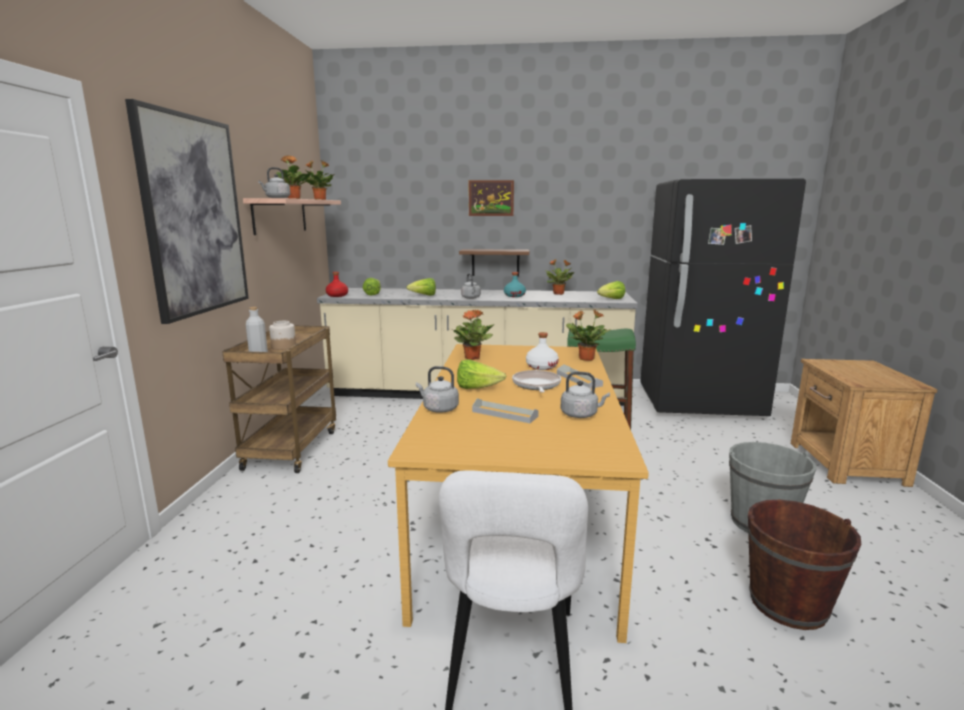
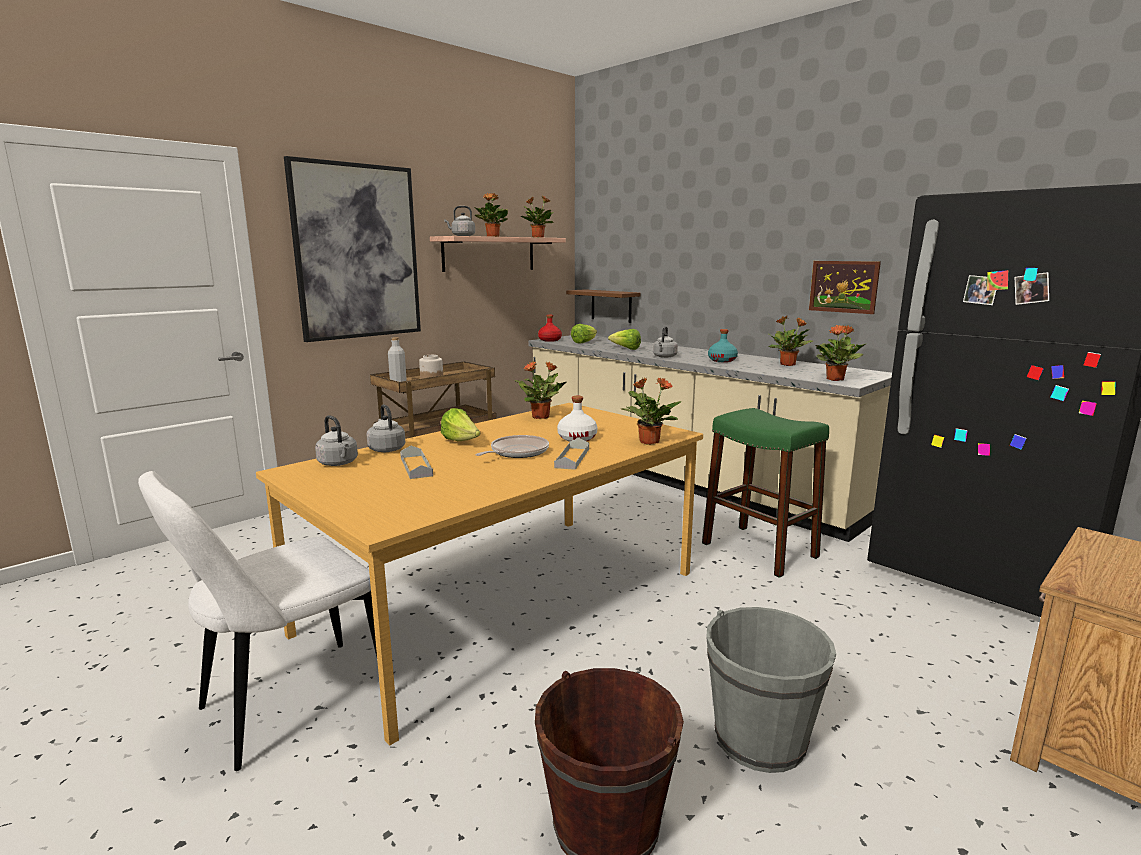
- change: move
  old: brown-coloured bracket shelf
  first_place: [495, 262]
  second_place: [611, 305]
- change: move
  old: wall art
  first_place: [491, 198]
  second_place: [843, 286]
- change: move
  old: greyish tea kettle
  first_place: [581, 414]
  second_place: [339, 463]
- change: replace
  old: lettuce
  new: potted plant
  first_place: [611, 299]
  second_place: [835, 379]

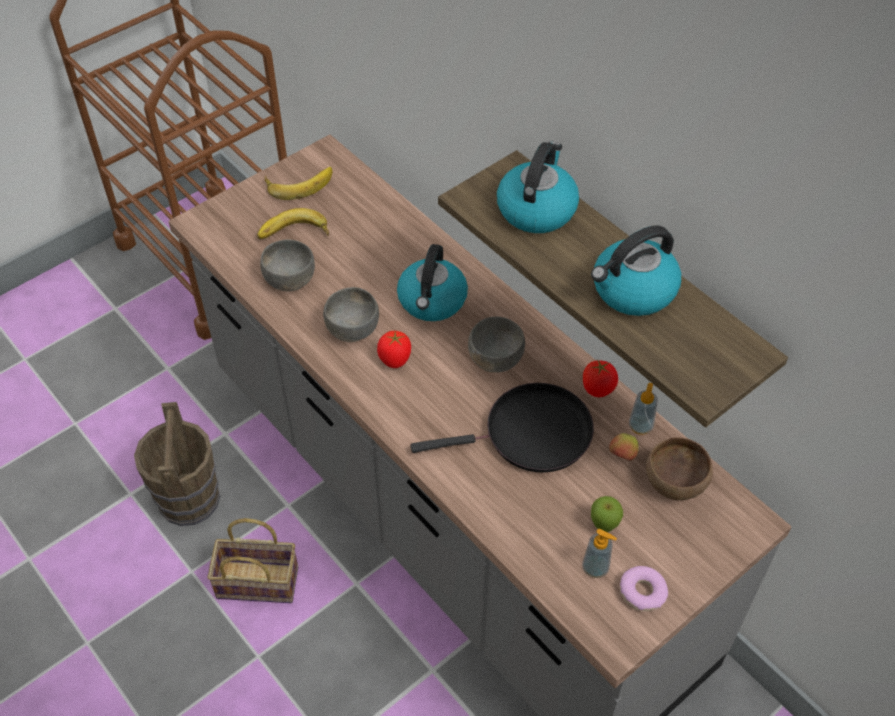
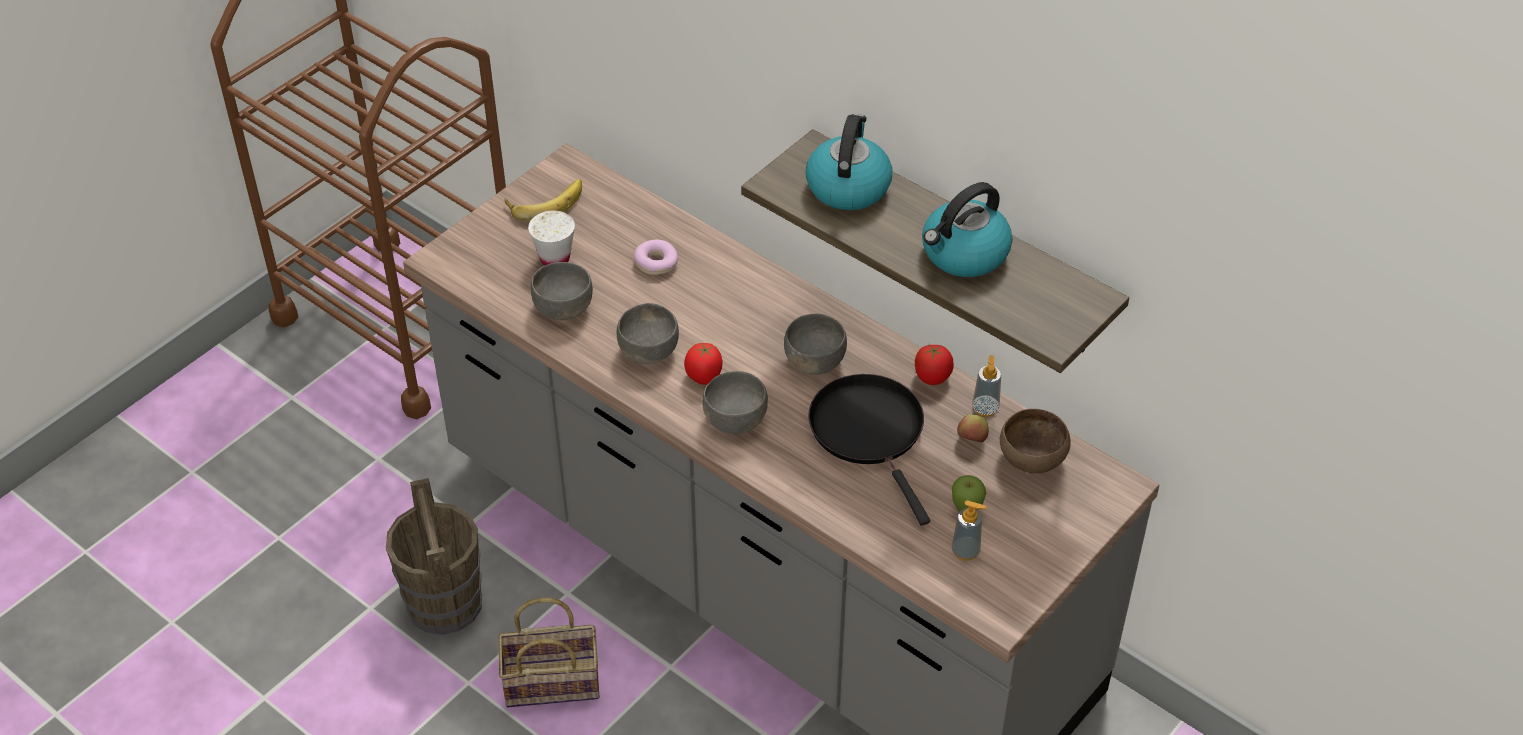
- change: replace
  old: whole banana
  new: white-coloured cup
  first_place: [294, 234]
  second_place: [555, 258]
- change: delete
  old: tea kettle
  first_place: [432, 301]
- change: rotate
  old: black-coloured skillet
  first_place: [531, 434]
  second_place: [870, 432]
  degrees: -90
- change: move
  old: donut
  first_place: [642, 592]
  second_place: [656, 263]
- change: insert
  new: greyish deep dish
  second_place: [734, 419]

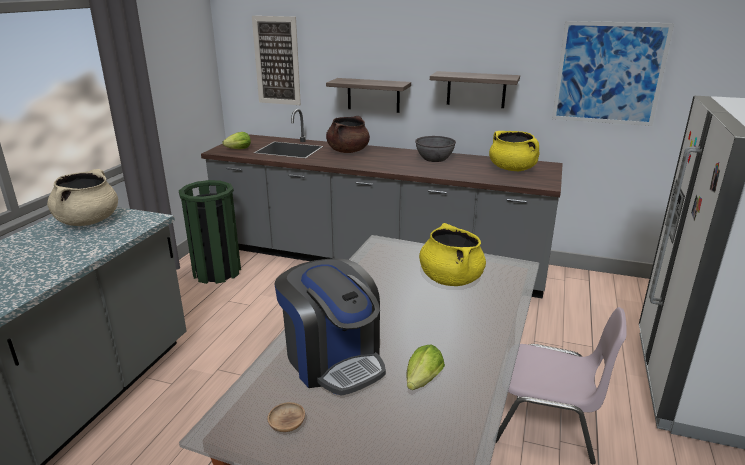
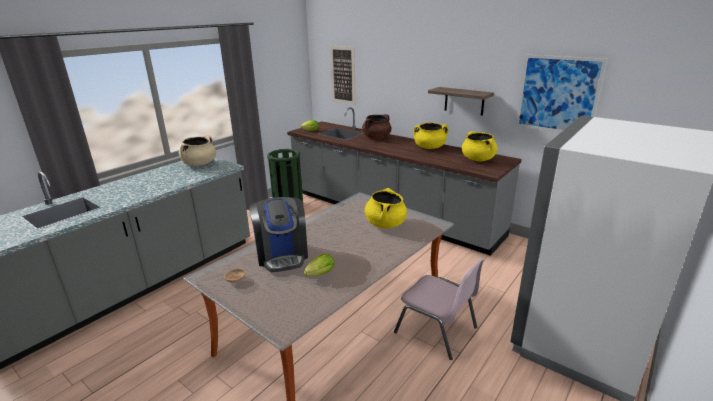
- change: delete
  old: bracket shelf
  first_place: [373, 95]
- change: replace
  old: greyish deep dish
  new: yellow saucepot
  first_place: [434, 158]
  second_place: [429, 147]

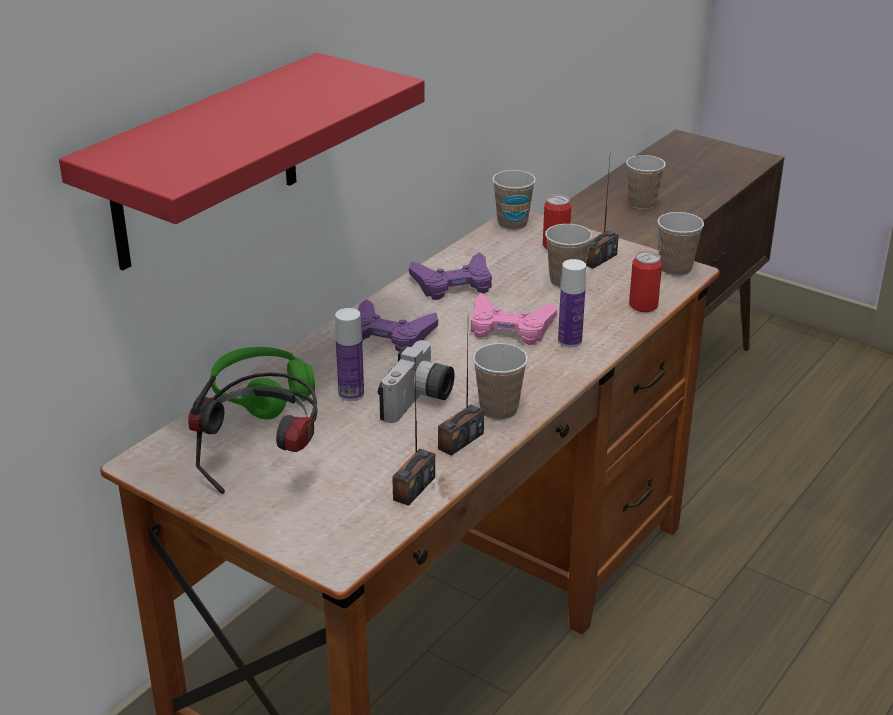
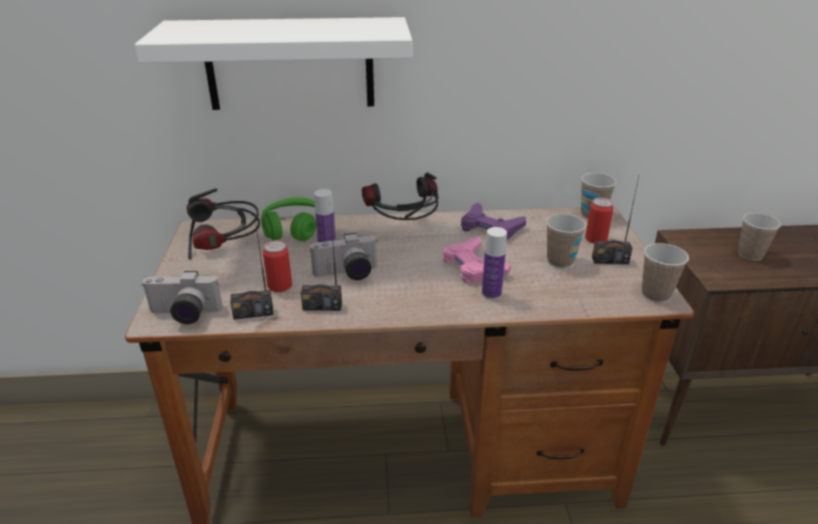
- change: recolor
  old: red-coloured bracket shelf
  new: white-coloured bracket shelf
  first_place: [205, 162]
  second_place: [290, 64]
- change: replace
  old: purple gamepad
  new: pair of headphones
  first_place: [389, 335]
  second_place: [404, 234]
- change: delete
  old: cup
  first_place: [499, 410]
- change: move
  old: metal can
  first_place: [643, 305]
  second_place: [280, 286]
- change: insert
  new: still camera
  second_place: [184, 315]

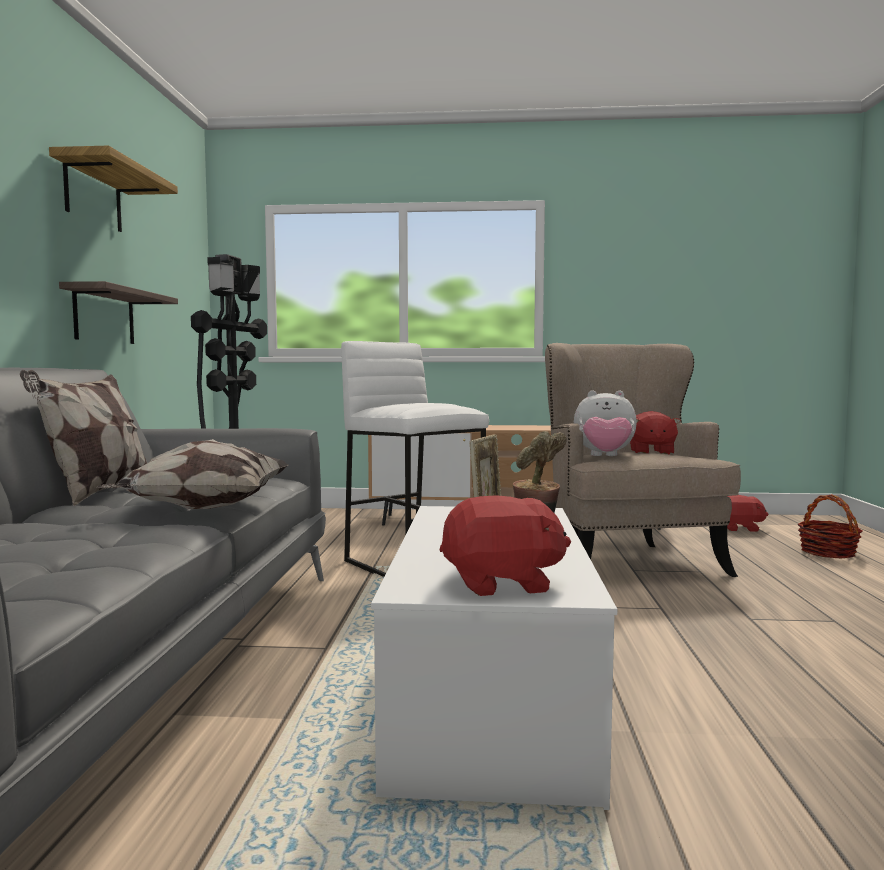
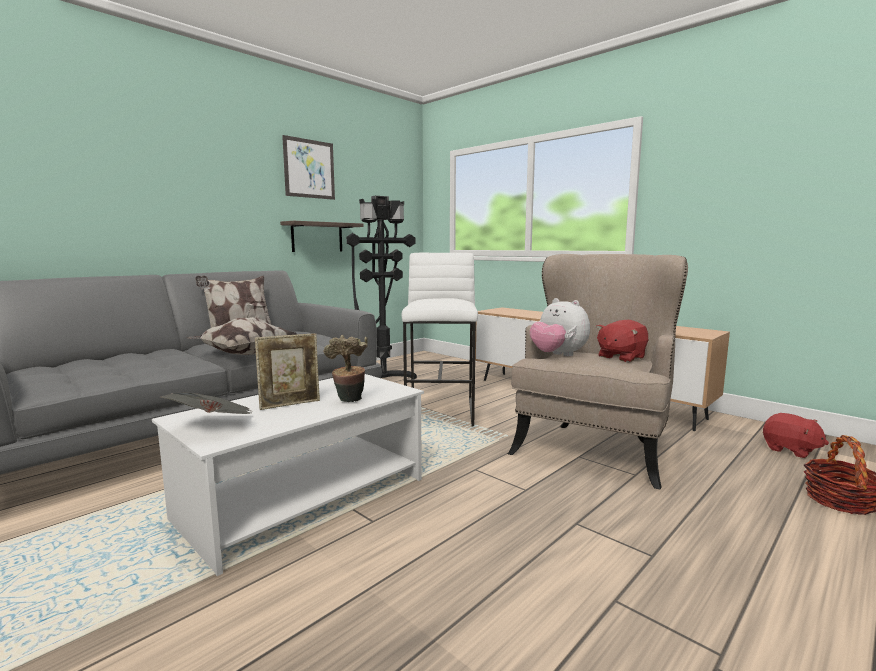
- change: replace
  old: bracket shelf
  new: wall art
  first_place: [93, 195]
  second_place: [309, 169]
- change: replace
  old: red-coloured soft toy
  new: daily paper
  first_place: [502, 584]
  second_place: [214, 426]

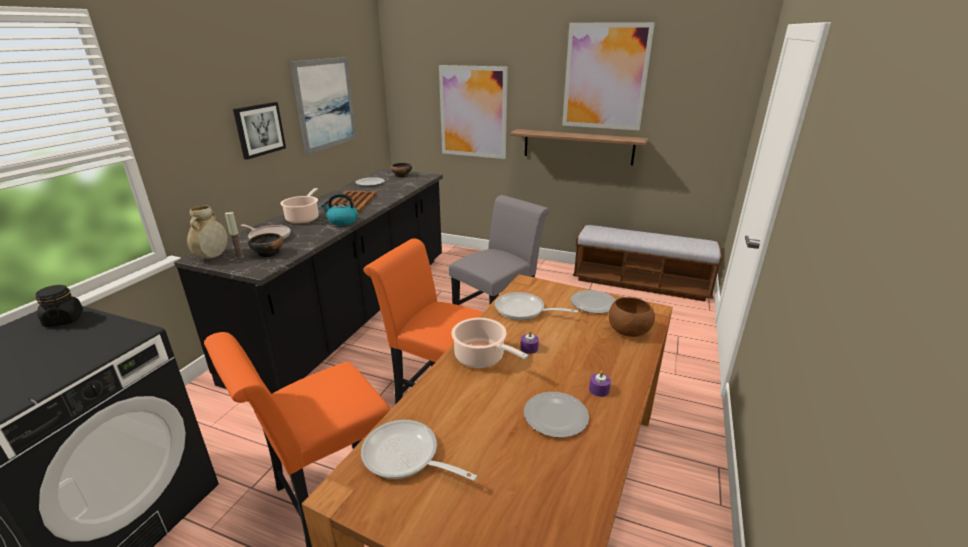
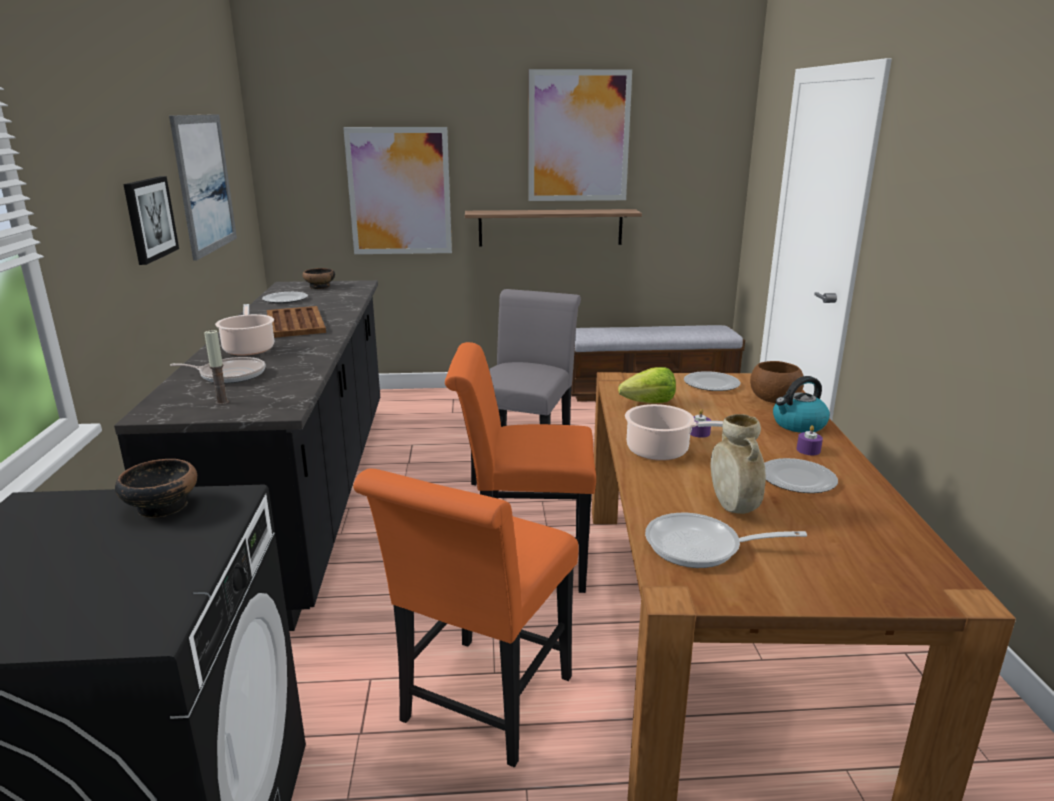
- change: delete
  old: black-coloured jar
  first_place: [64, 319]
- change: move
  old: beige-coloured vase
  first_place: [212, 256]
  second_place: [733, 508]
- change: move
  old: deep dish
  first_place: [268, 253]
  second_place: [161, 506]
- change: move
  old: tea kettle
  first_place: [342, 221]
  second_place: [798, 425]
- change: replace
  old: skillet
  new: lettuce
  first_place: [524, 311]
  second_place: [649, 403]

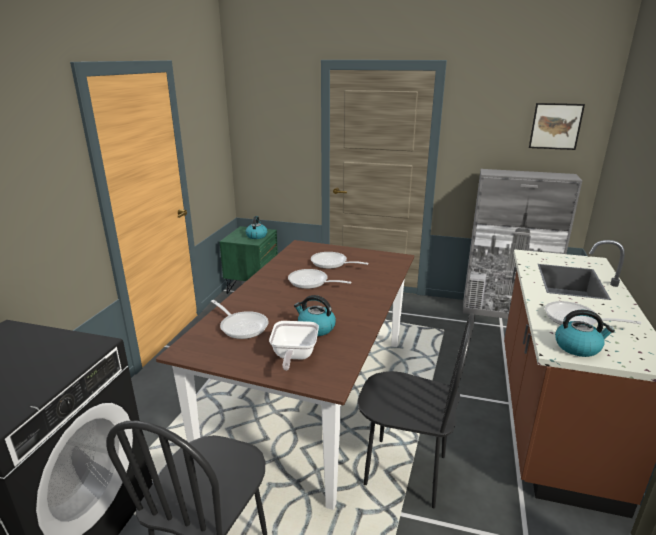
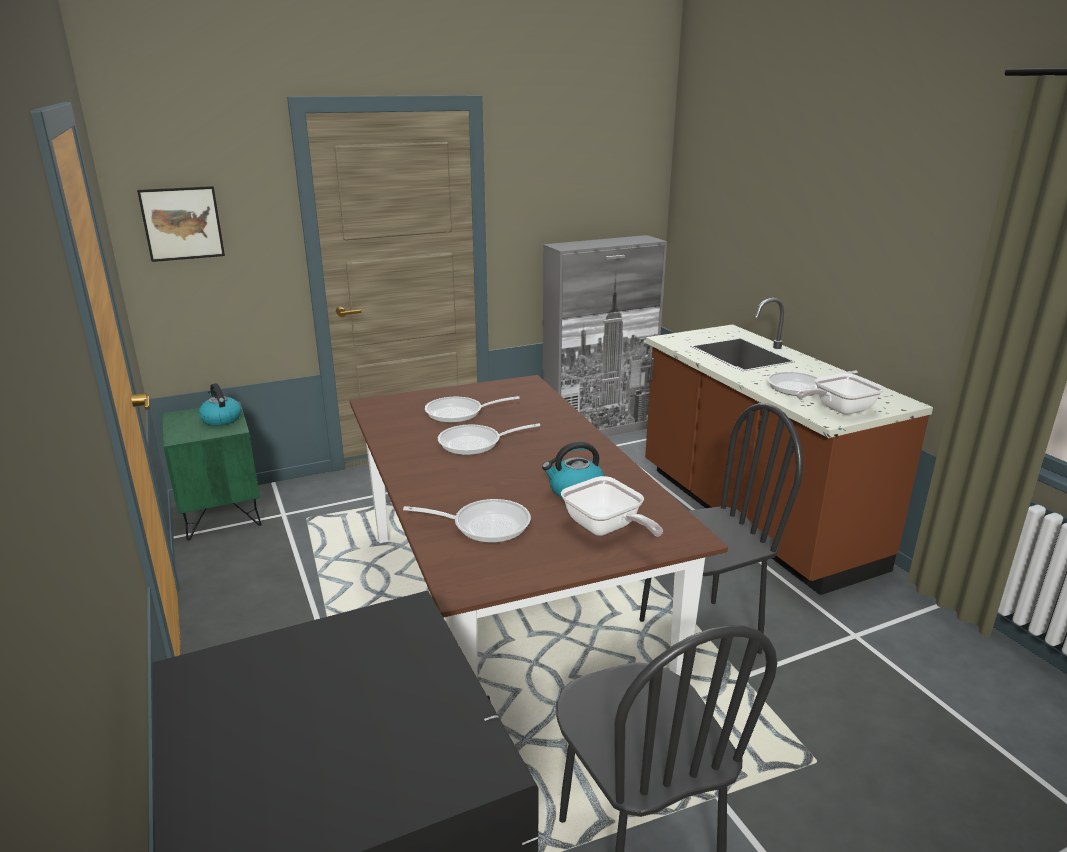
- change: move
  old: wall art
  first_place: [555, 126]
  second_place: [182, 223]
- change: replace
  old: tea kettle
  new: skillet
  first_place: [578, 347]
  second_place: [838, 410]

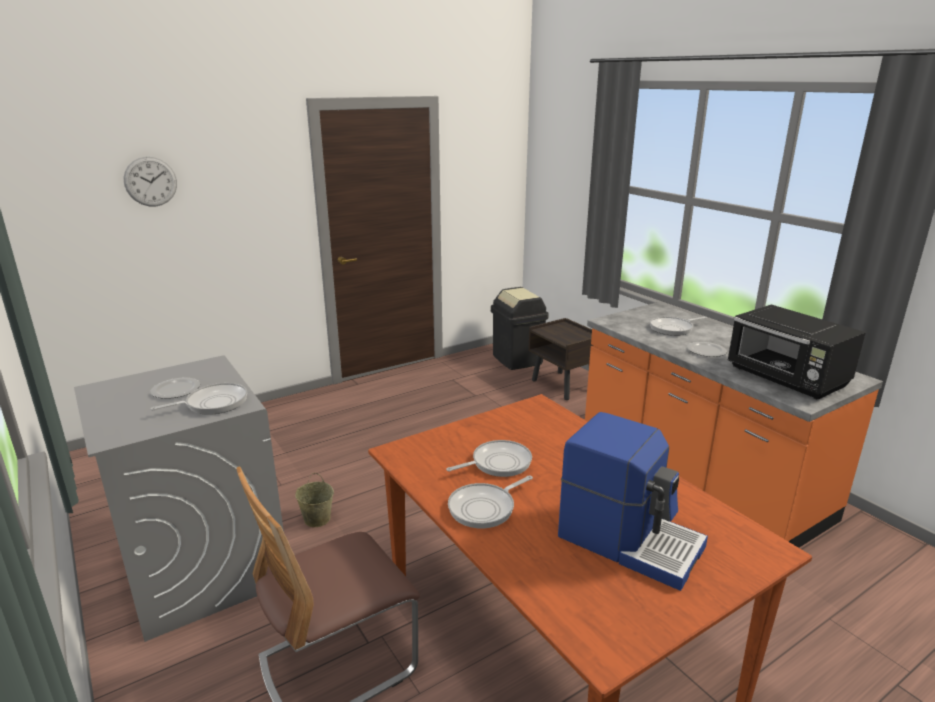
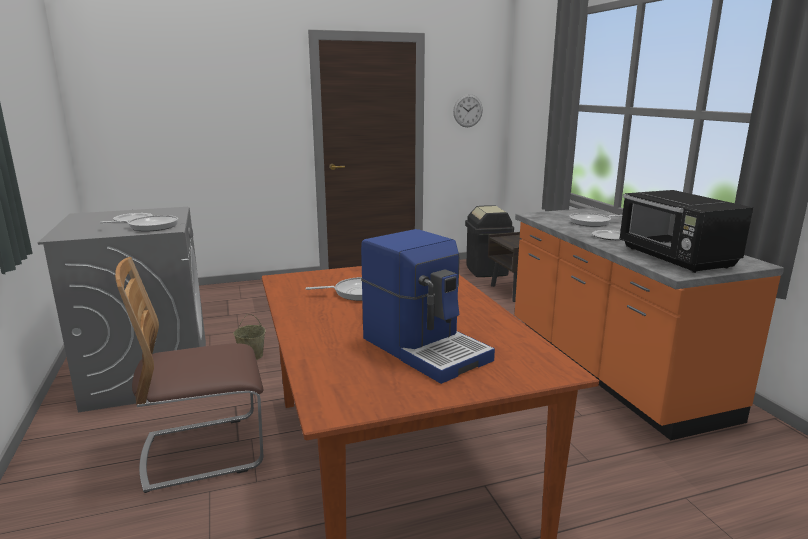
- change: move
  old: hanging clock
  first_place: [150, 181]
  second_place: [468, 110]
- change: delete
  old: skillet
  first_place: [485, 508]

